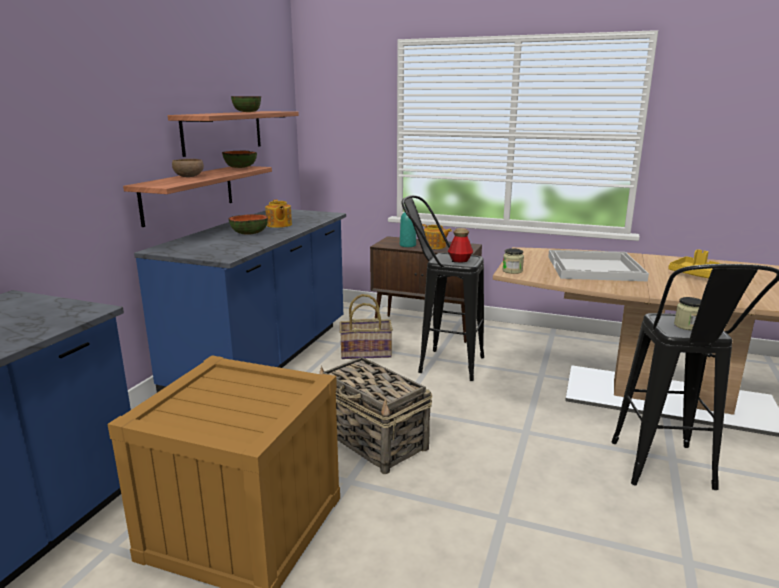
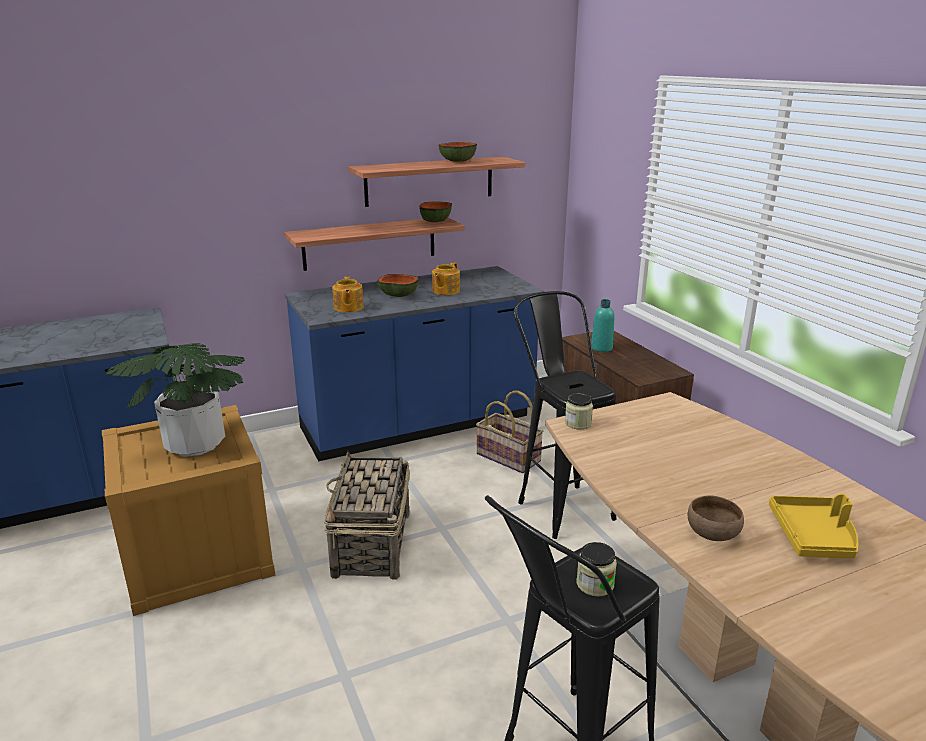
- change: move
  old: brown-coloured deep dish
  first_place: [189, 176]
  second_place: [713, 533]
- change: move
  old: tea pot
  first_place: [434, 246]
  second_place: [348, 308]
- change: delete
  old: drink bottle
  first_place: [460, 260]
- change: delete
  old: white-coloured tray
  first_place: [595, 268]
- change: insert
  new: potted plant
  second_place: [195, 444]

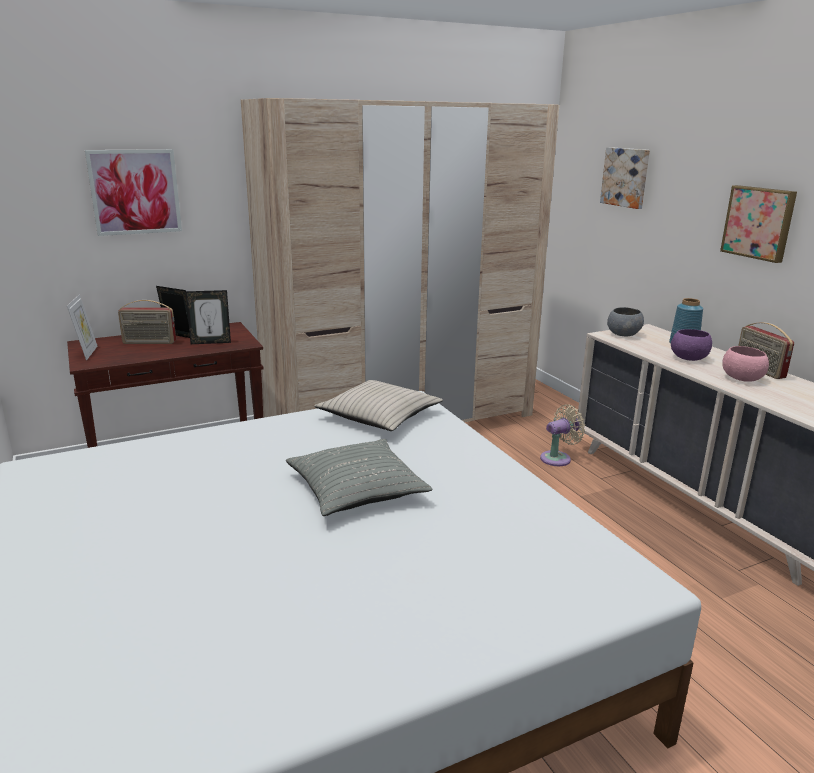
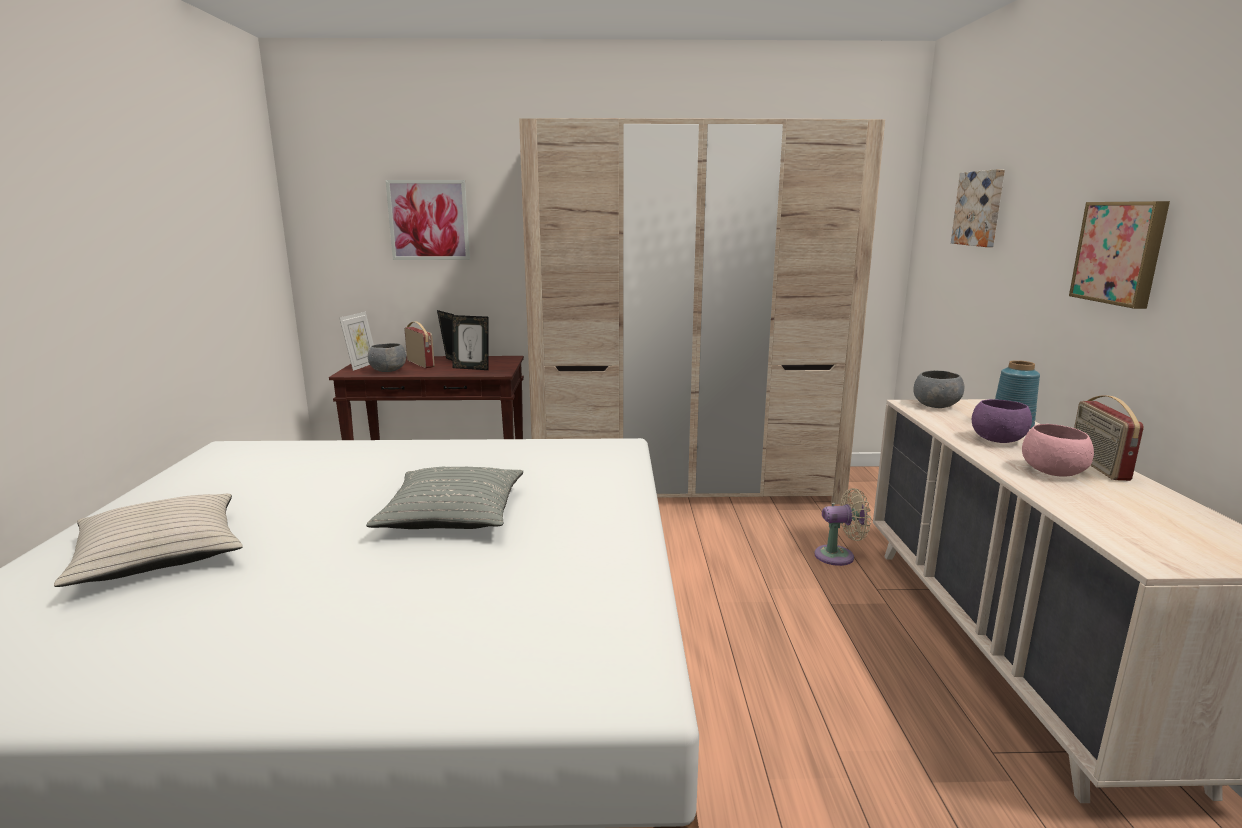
- change: rotate
  old: radio
  first_place: [149, 343]
  second_place: [421, 363]
  degrees: -150
- change: move
  old: beige-coloured pillow
  first_place: [379, 416]
  second_place: [160, 553]
- change: insert
  new: greyish deep dish
  second_place: [388, 371]

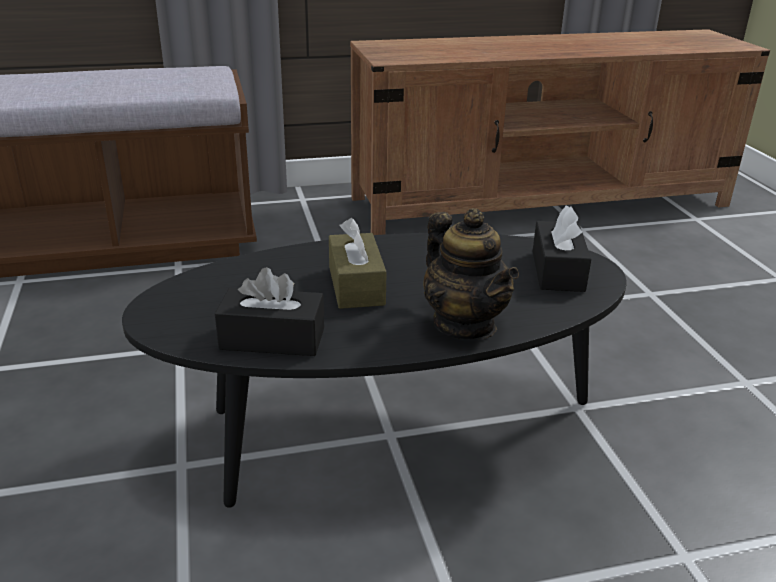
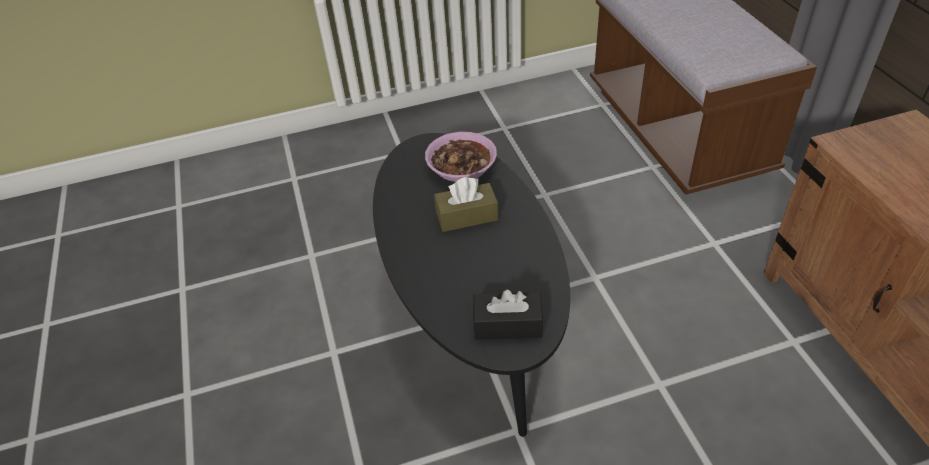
- change: delete
  old: black-coloured tissue box
  first_place: [272, 339]
- change: delete
  old: tea pot
  first_place: [465, 324]
- change: insert
  new: deep dish
  second_place: [462, 167]

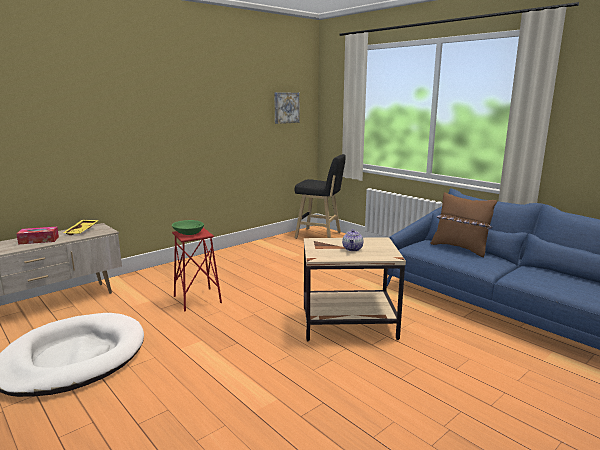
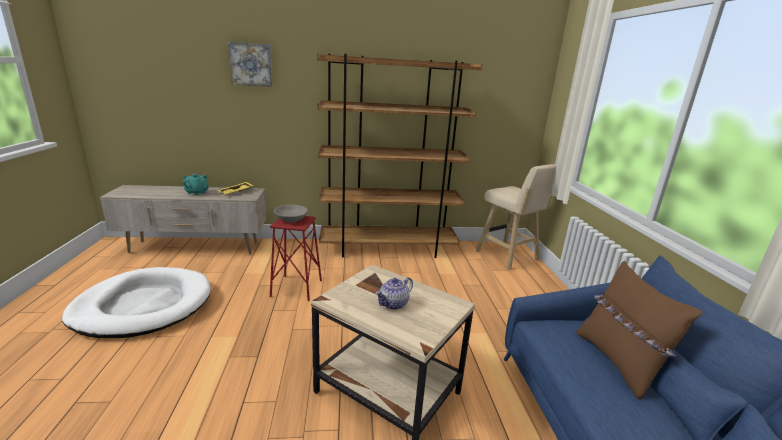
- change: replace
  old: tissue box
  new: turquoise tea pot
  first_place: [39, 240]
  second_place: [196, 192]
- change: recolor
  old: green deep dish
  new: greyish deep dish
  first_place: [188, 233]
  second_place: [291, 219]
- change: move
  old: wall art
  first_place: [286, 107]
  second_place: [251, 64]
- change: recolor
  old: black-coloured stool
  new: beige-coloured stool
  first_place: [320, 236]
  second_place: [508, 257]
- change: insert
  new: brown-coloured bookshelf
  second_place: [388, 249]

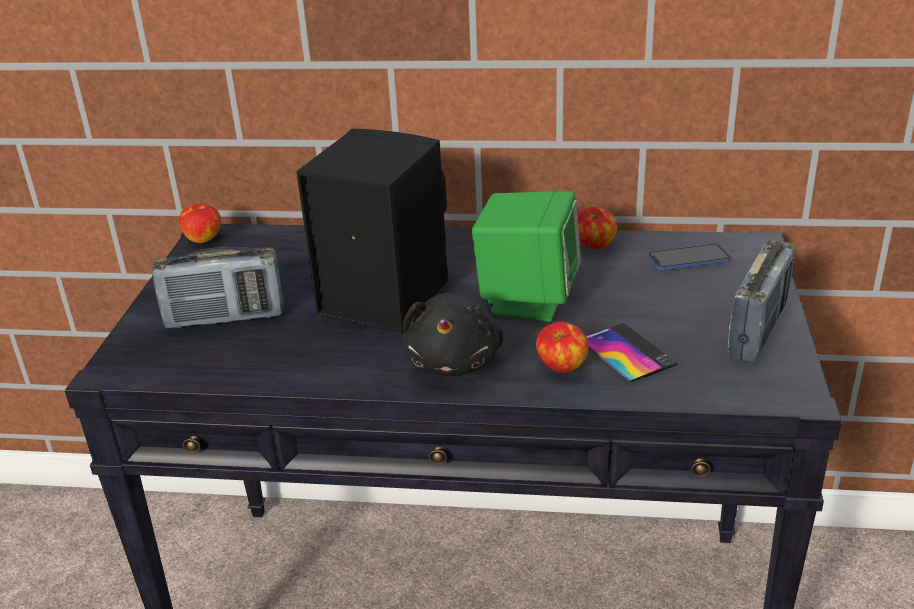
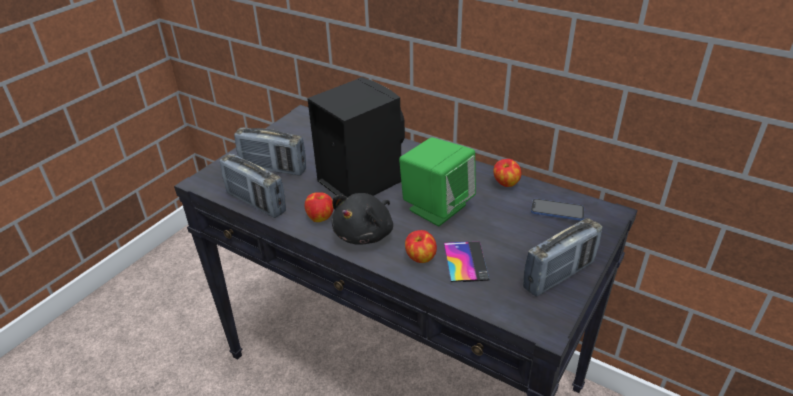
- change: move
  old: apple
  first_place: [204, 239]
  second_place: [320, 217]
- change: insert
  new: radio
  second_place: [256, 203]

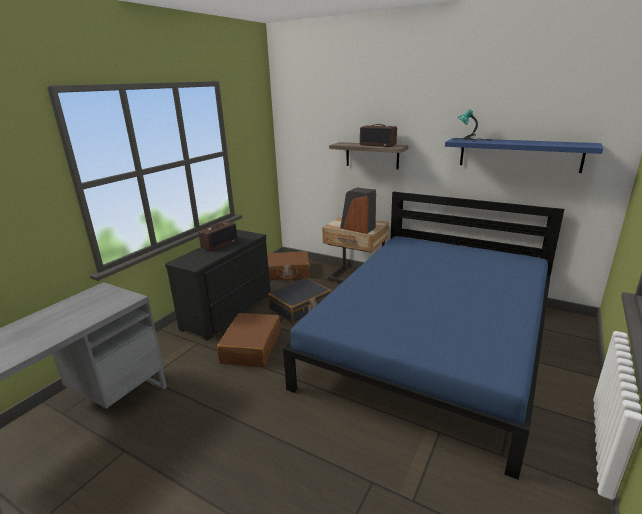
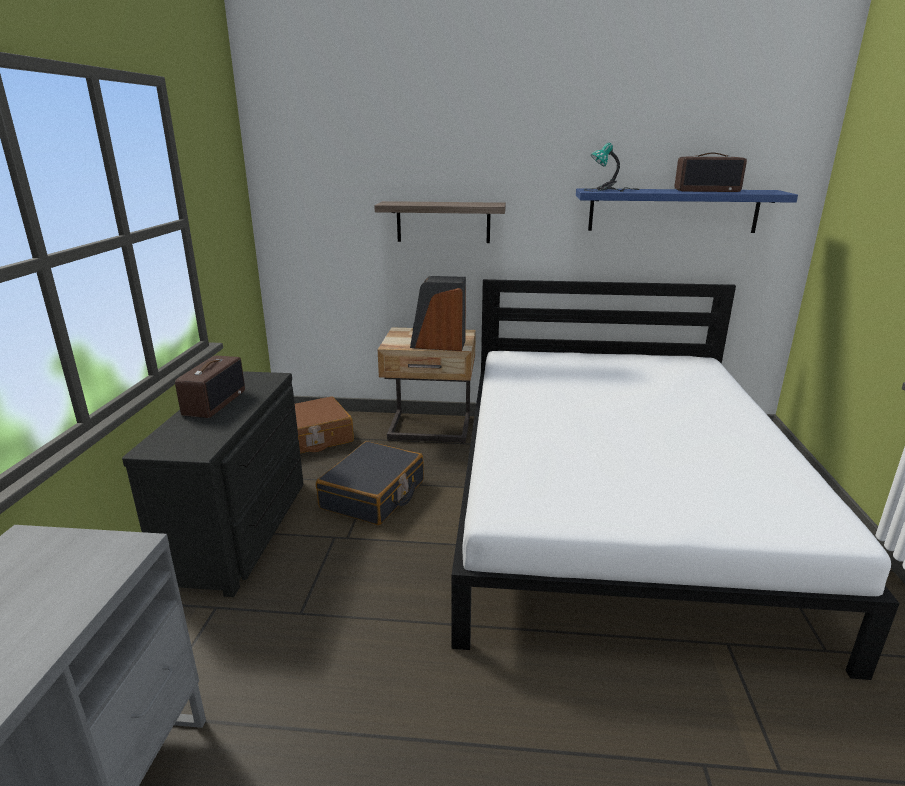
- change: delete
  old: brown-coloured travel case
  first_place: [251, 347]
- change: recolor
  old: blue sleeping bed
  new: white-coloured sleeping bed
  first_place: [433, 343]
  second_place: [615, 507]
- change: move
  old: radio
  first_place: [378, 145]
  second_place: [707, 190]

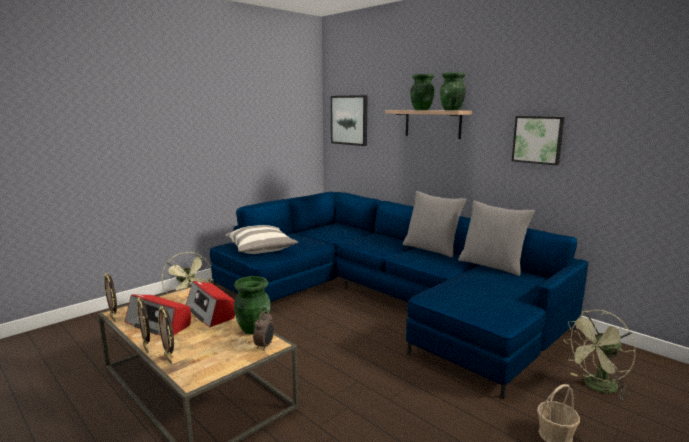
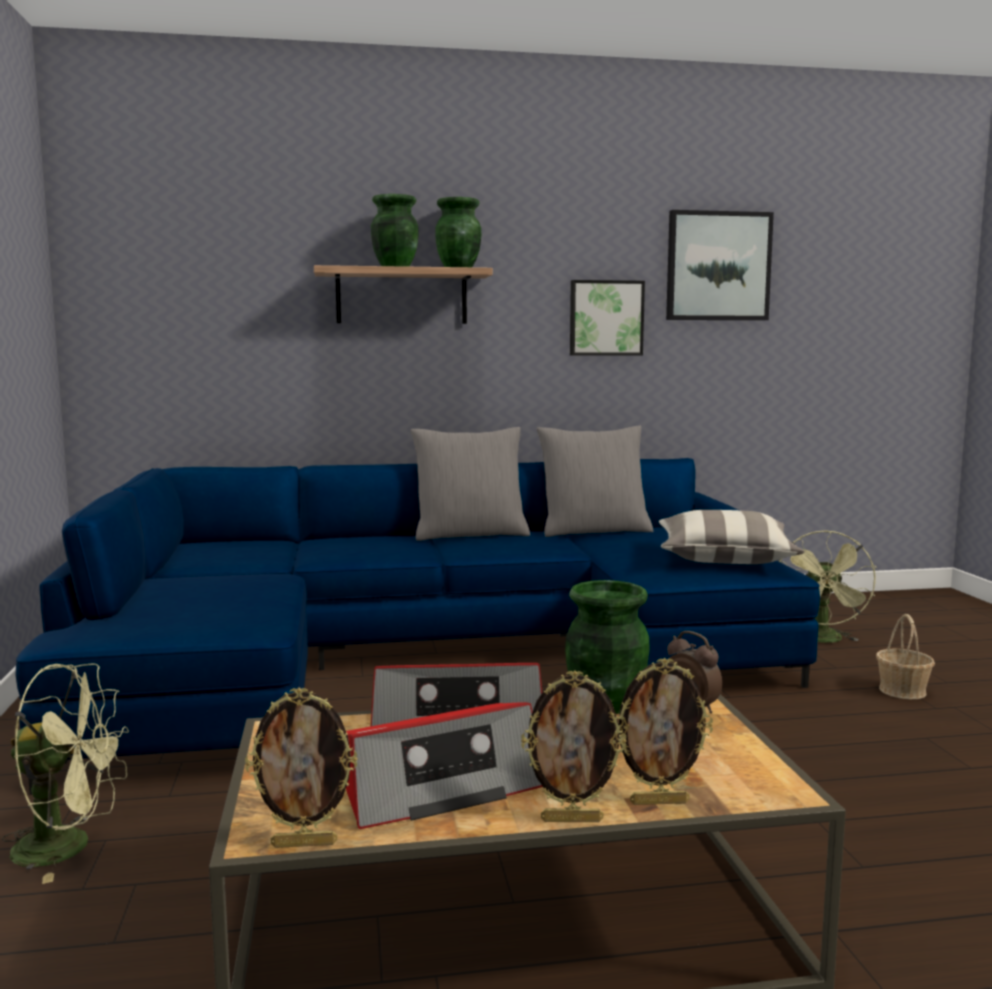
- change: move
  old: pillow
  first_place: [260, 249]
  second_place: [725, 559]
- change: move
  old: wall art
  first_place: [349, 120]
  second_place: [718, 266]

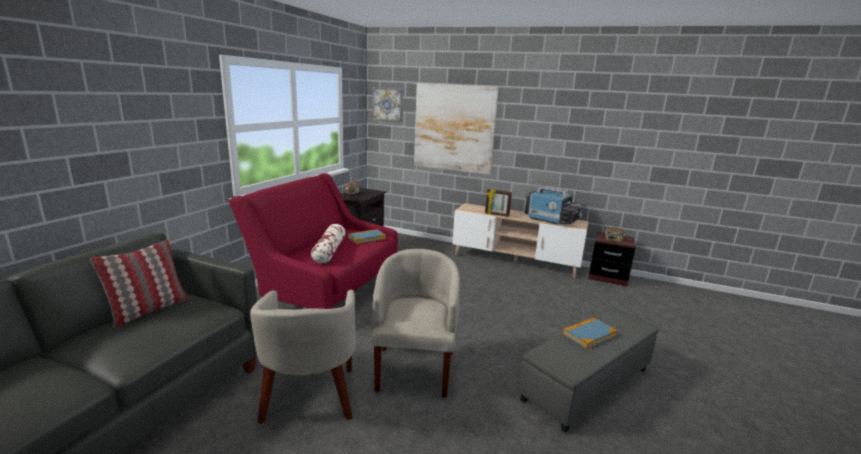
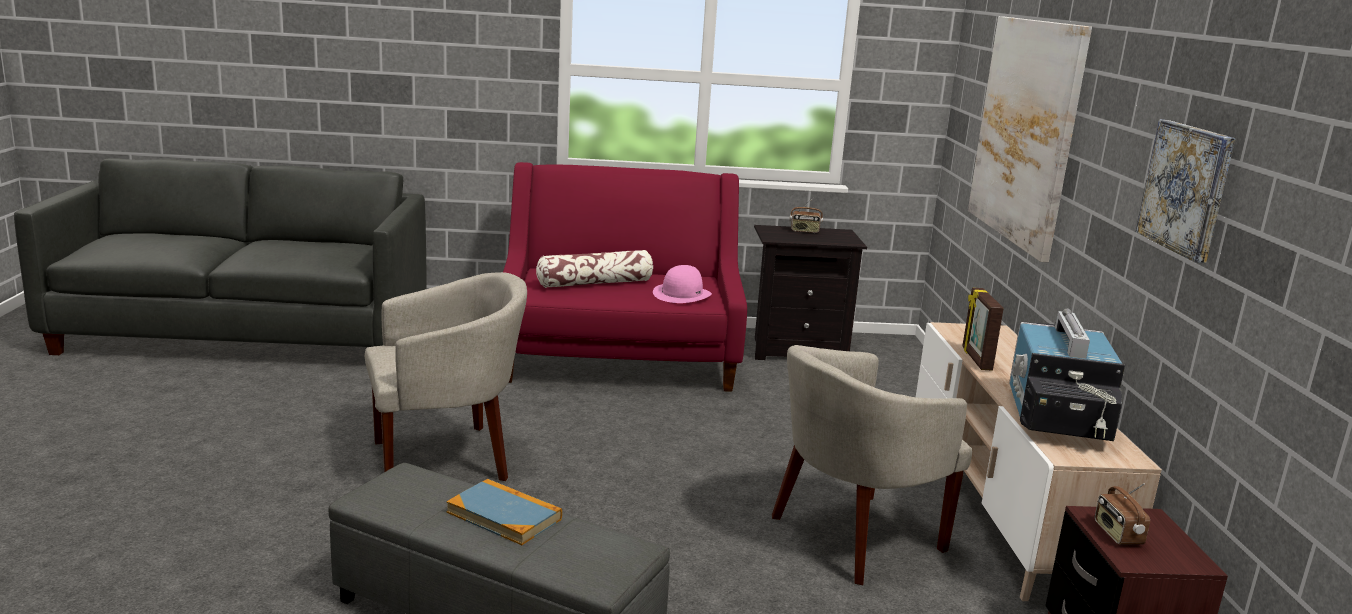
- change: delete
  old: pillow
  first_place: [148, 310]
- change: move
  old: beige-coloured lounge chair
  first_place: [310, 397]
  second_place: [853, 537]
- change: replace
  old: volume
  new: pinkish wearable hat
  first_place: [367, 238]
  second_place: [682, 294]
- change: move
  old: wall art
  first_place: [388, 104]
  second_place: [1187, 188]

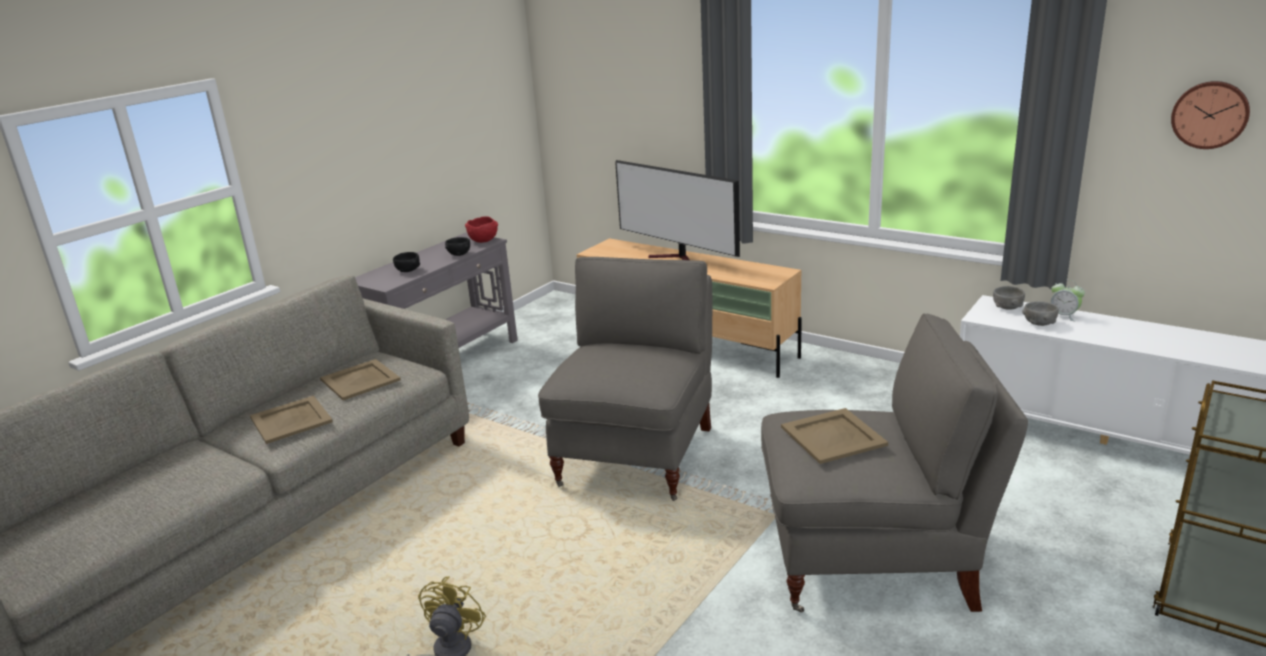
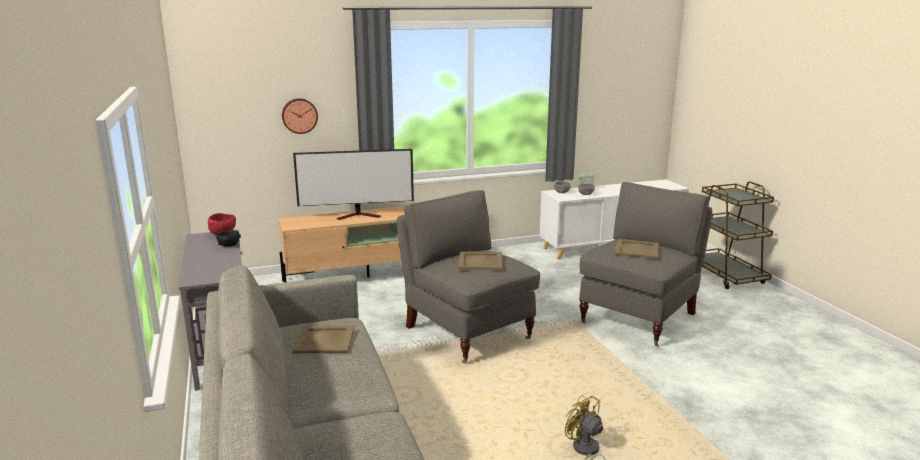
- change: move
  old: beige-coloured tray
  first_place: [290, 420]
  second_place: [480, 261]
- change: delete
  old: black-coloured deep dish
  first_place: [408, 270]
- change: move
  old: hanging clock
  first_place: [1210, 114]
  second_place: [299, 115]

